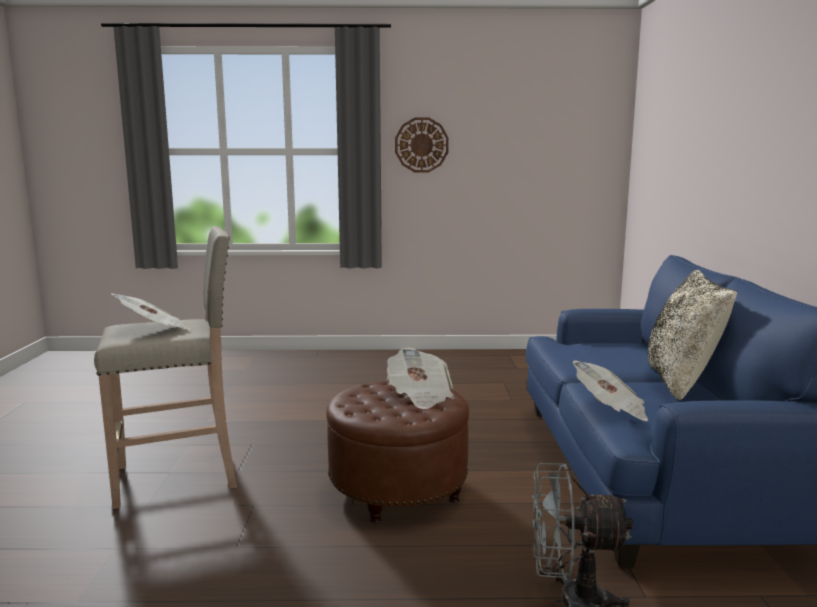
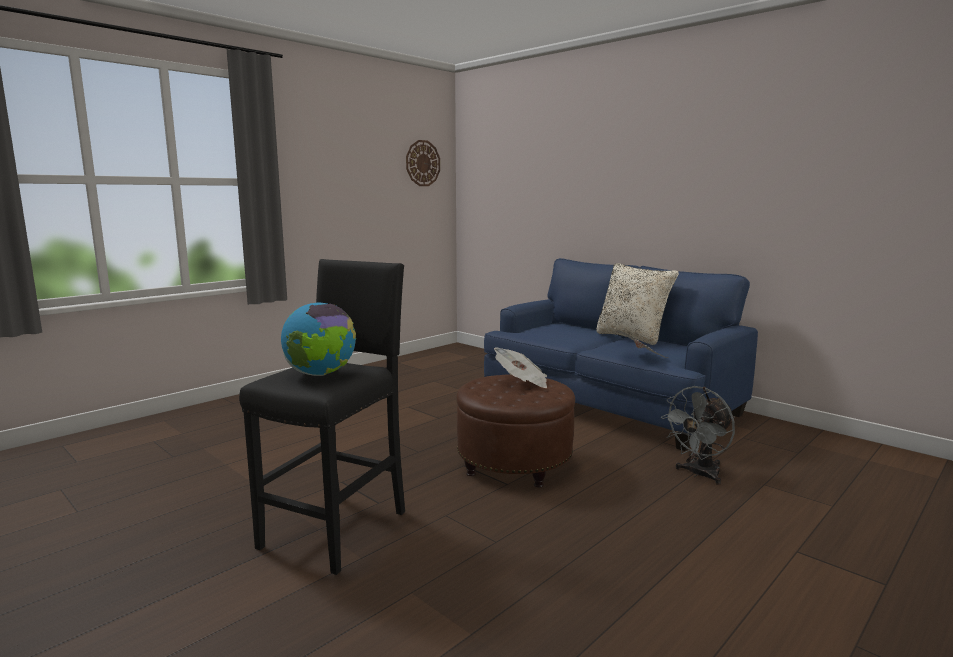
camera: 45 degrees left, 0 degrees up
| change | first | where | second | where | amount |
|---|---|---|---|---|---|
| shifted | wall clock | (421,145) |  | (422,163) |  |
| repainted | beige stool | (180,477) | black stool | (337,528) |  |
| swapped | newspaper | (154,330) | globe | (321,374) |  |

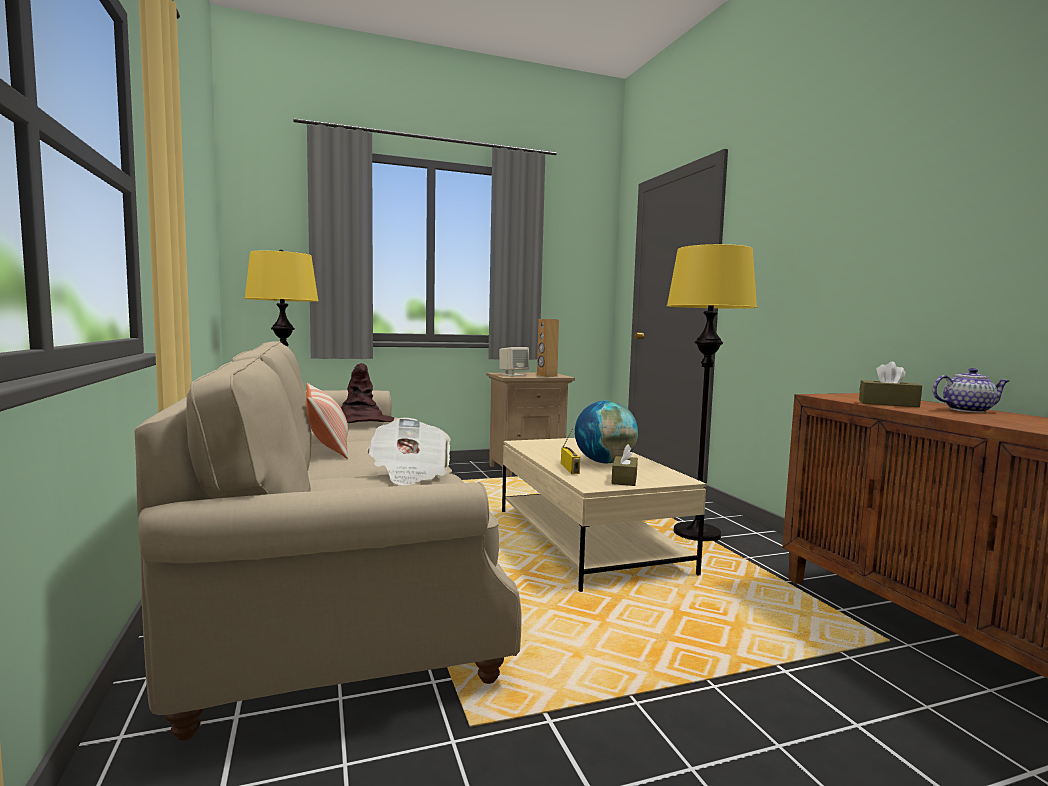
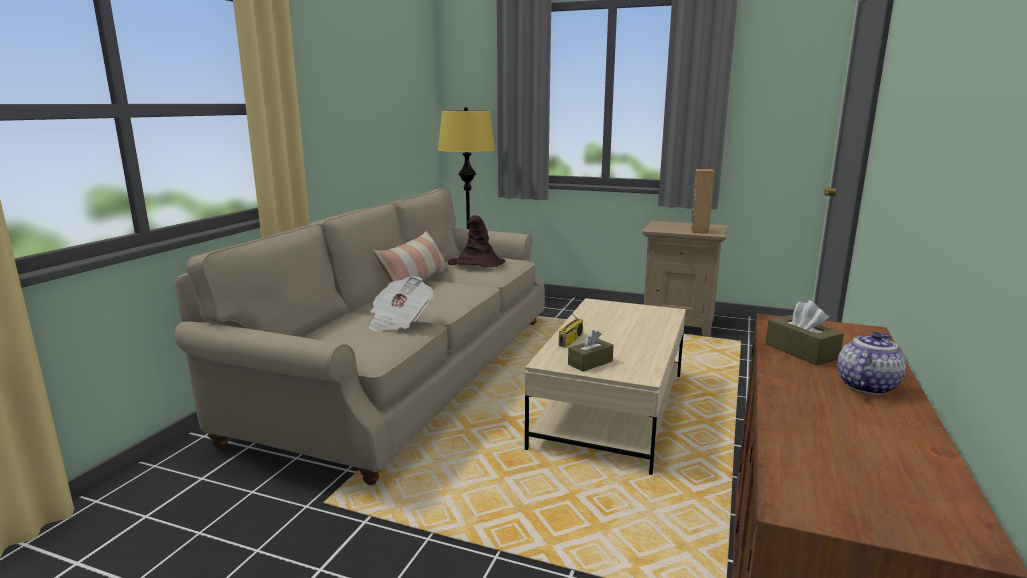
camera: 40 degrees right, 10 degrees up
| change | first | where | second | where | amount |
|---|---|---|---|---|---|
| gone | yellow floor lamp | (697,534) |  |  |  |
| gone | beige speaker | (513,375) |  |  |  |
| rotated | teapot | (968,410) |  | (866,385) | 90 degrees counterclockwise |
| gone | globe | (604,462) |  |  |  |

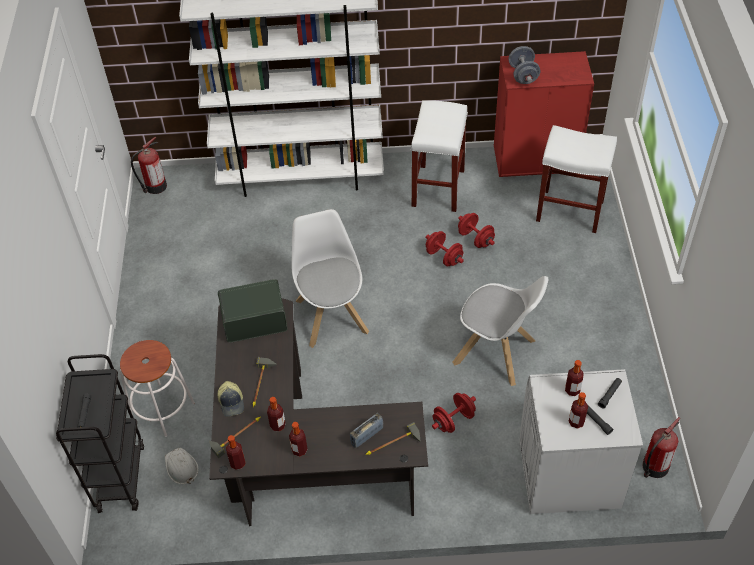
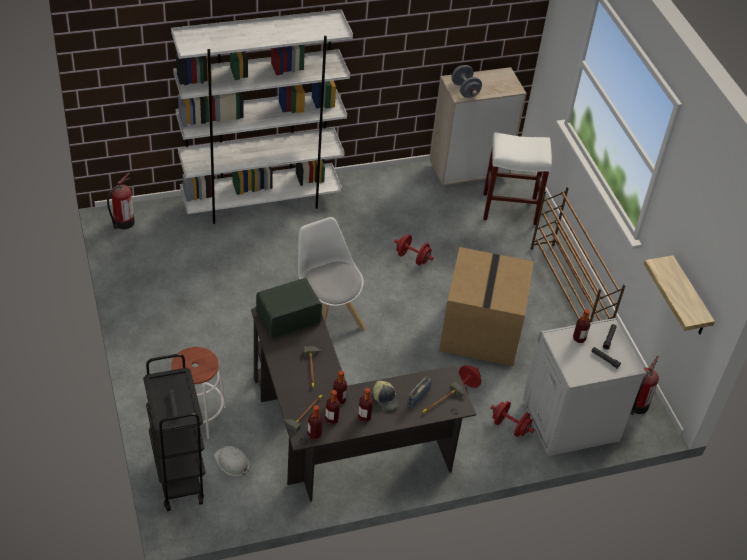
camera: 20 degrees left, 5 degrees down
| change | first | where | second | where | amount |
|---|---|---|---|---|---|
| repainted | red cabinet | (536,162) | beige cabinet | (469,171) |  |
| gone | white stool | (438,189) |  |  |  |
| shifted | red dumbbell | (475,238) |  | (510,426) |  |
| swapped | chair | (496,353) | cardboard box | (482,332) |  |
| shifted | cap | (232,402) |  | (386,399) |  |
| shifted | bottle | (576,422) |  | (331,419) |  |
| new |  |  | brown shoe rack | (567,294) |  |
| new |  |  | shelf | (689,298) |  |

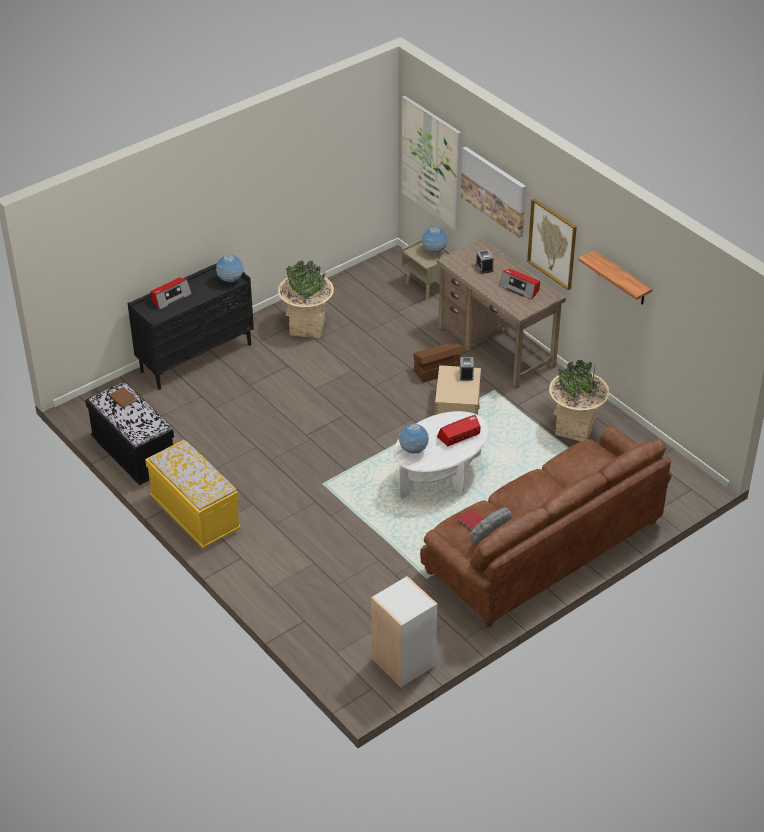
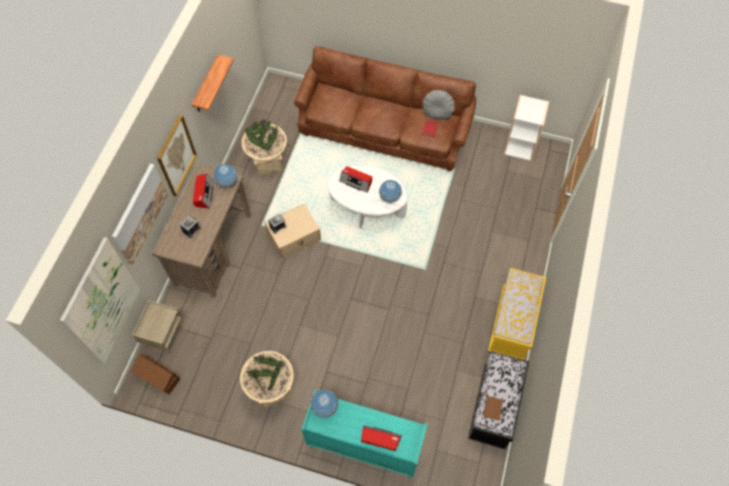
camera: 125 degrees left, 20 degrees up
| change | first | where | second | where | amount |
|---|---|---|---|---|---|
| shifted | globe | (434,251) |  | (227,183) |  |
| repainted | black cabinet | (196,358) | turquoise cabinet | (363,446) |  |
| shifted | brown storage box | (438,370) |  | (158,377) |  |

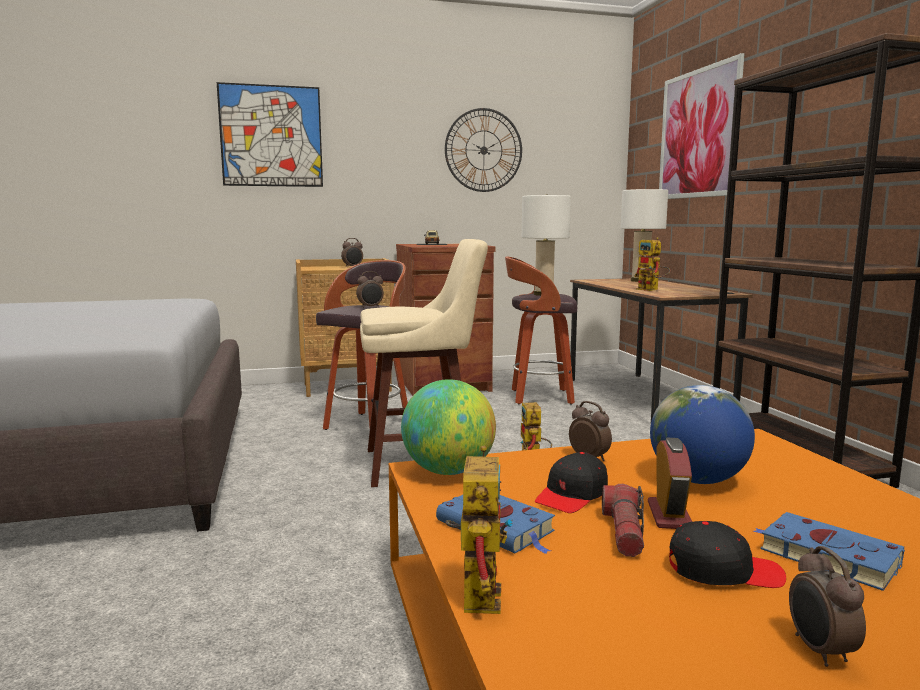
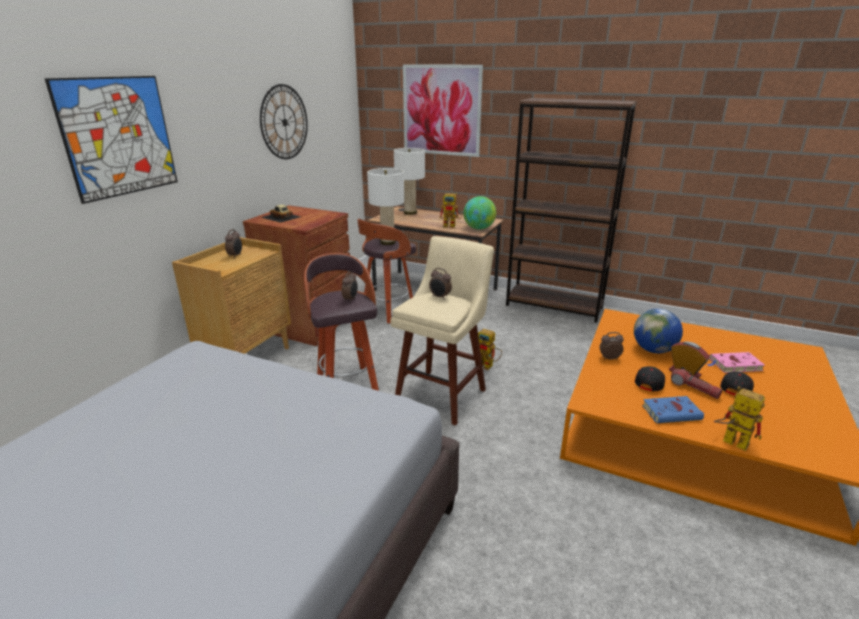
camera: 50 degrees left, 15 degrees up
| change | first | where | second | where | amount |
|---|---|---|---|---|---|
| shifted | globe | (448,471) |  | (479,228) |  |
| rotated | black cap | (572,495) |  | (650,382) | 135 degrees counterclockwise |
| repainted | blue book | (825,555) | pink book | (734,365) |  |
| shifted | alarm clock | (819,651) |  | (440,297) |  |

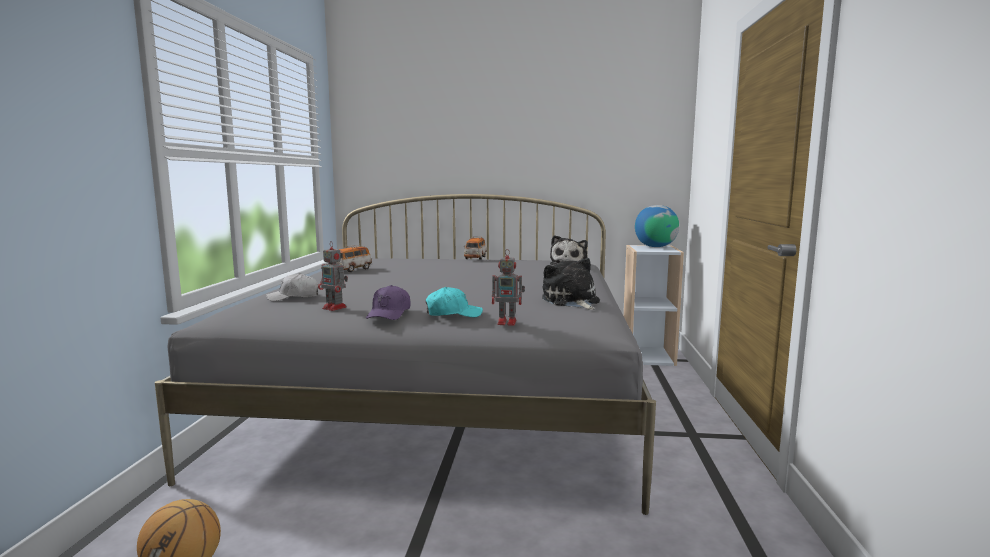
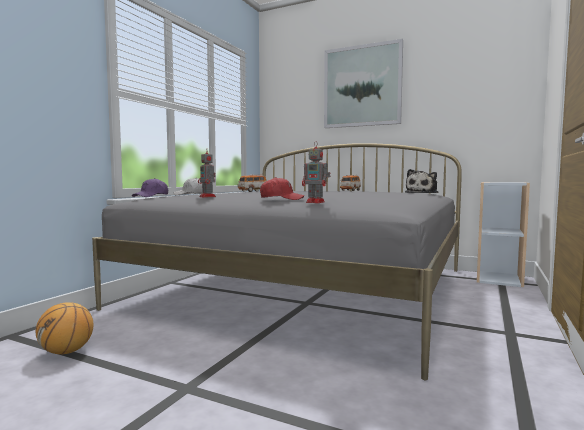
camera: 20 degrees right, 5 degrees down
| change | first | where | second | where | amount |
|---|---|---|---|---|---|
| gone | globe | (655,247) |  |  |  |
| gone | plush toy | (571,301) |  |  |  |
| shifted | purple cap | (389,314) |  | (151,196) |  |
| repainted | turquoise cap | (453,314) | red cap | (281,199) |  |
| new |  |  | picture | (362,86) |  |

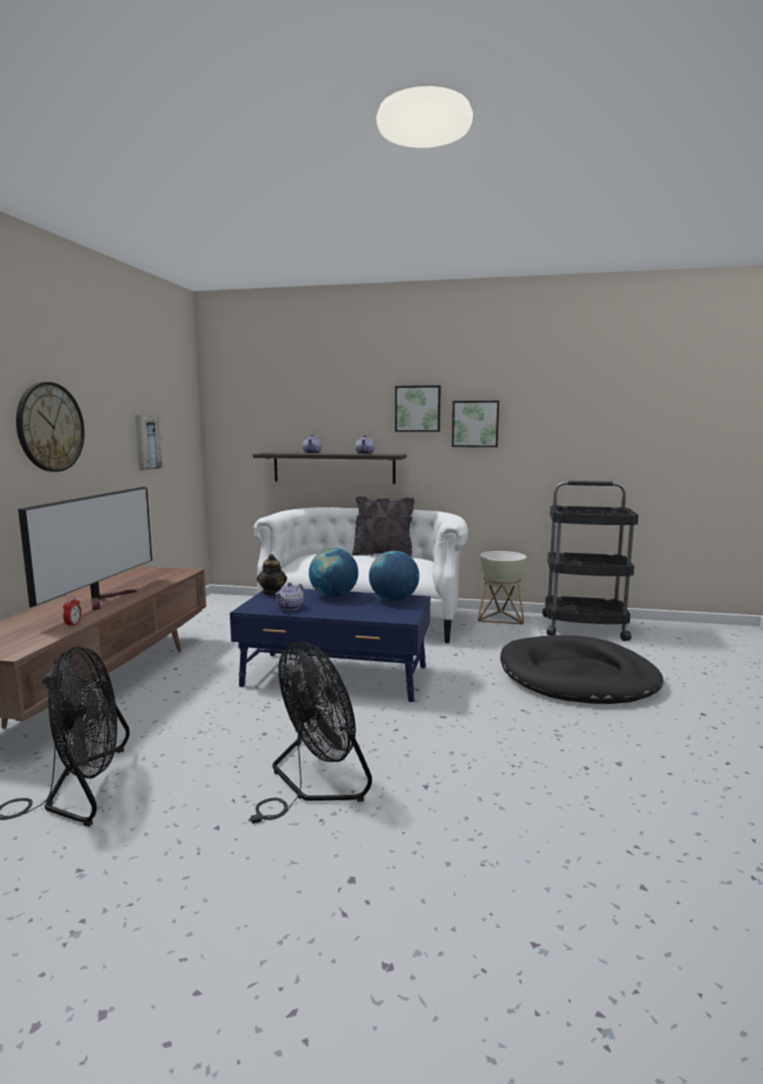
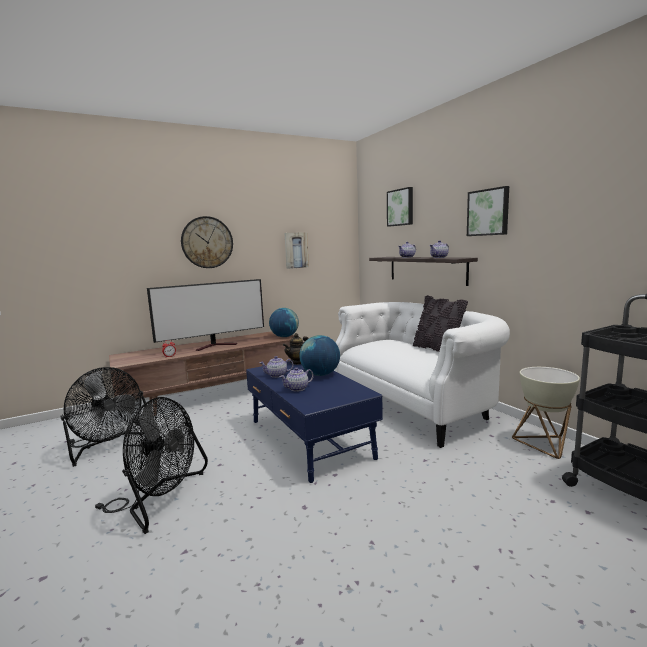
camera: 50 degrees right, 0 degrees up
| change | first | where | second | where | amount |
|---|---|---|---|---|---|
| shifted | picture | (475,424) |  | (401,207) |  |
| shifted | globe | (393,600) |  | (284,336) |  |
| gone | black dog bed | (577,676) |  |  |  |
| new |  |  | teapot | (297,388) |  |

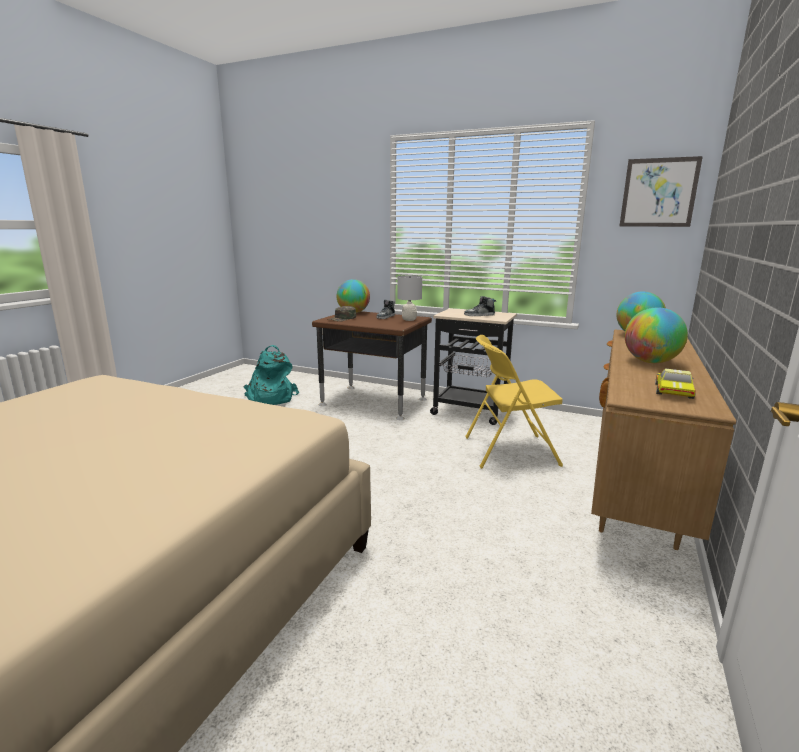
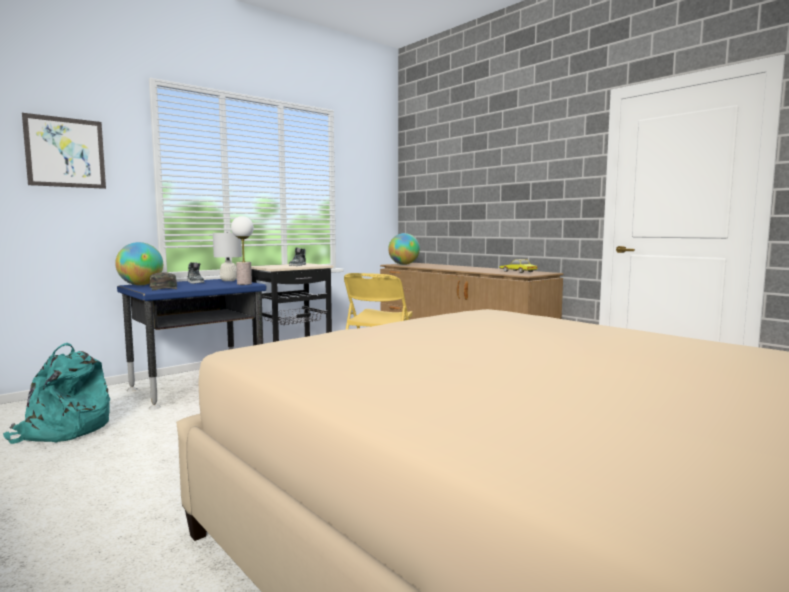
camera: 65 degrees left, 10 degrees down
| change | first | where | second | where | amount |
|---|---|---|---|---|---|
| shifted | picture | (659,193) |  | (65,152) |  |
| gone | globe | (650,362) |  |  |  |
| repainted | brown desk | (374,401) | blue desk | (197,387) |  |
| new |  |  | table lamp | (244,284) |  |

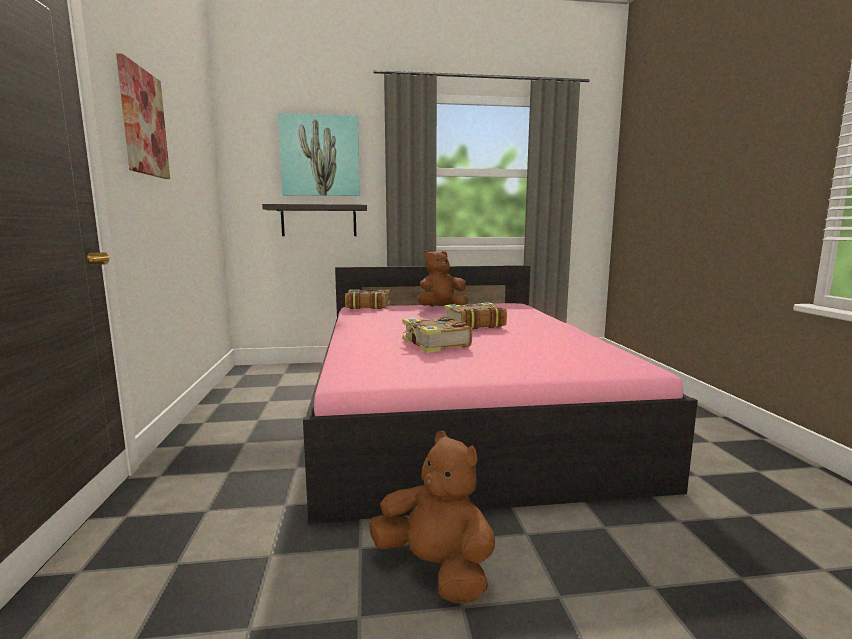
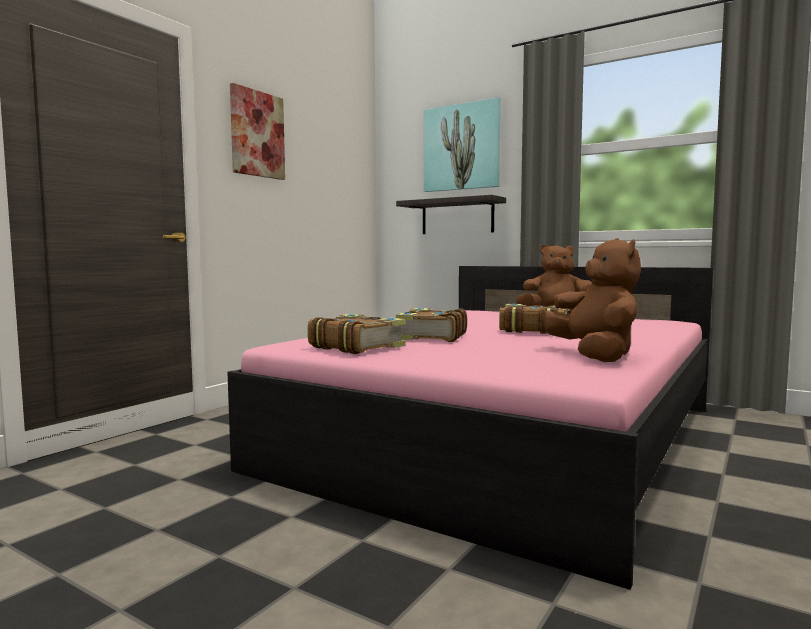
camera: 40 degrees right, 5 degrees down
| change | first | where | second | where | amount |
|---|---|---|---|---|---|
| shifted | book | (367,306) |  | (356,346) |  |
| shifted | brown plush toy | (436,568) |  | (594,356) |  |

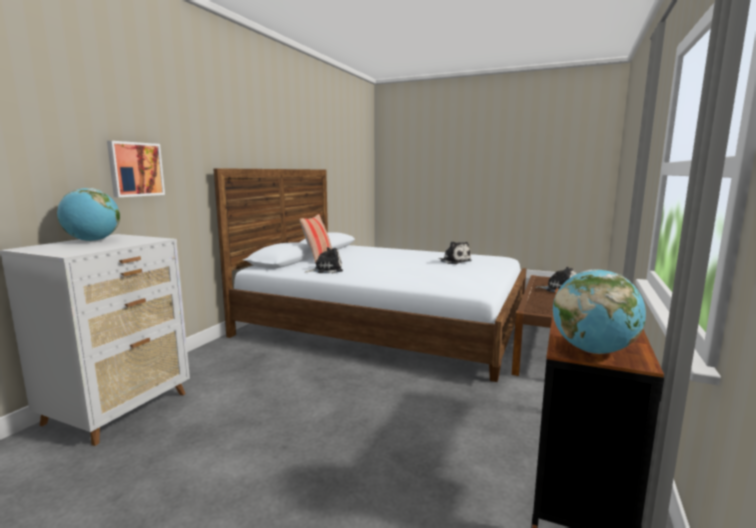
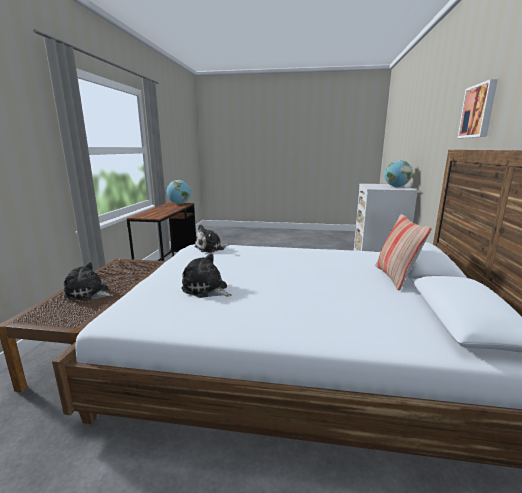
camera: 165 degrees right, 5 degrees up
| change | first | where | second | where | amount |
|---|---|---|---|---|---|
| shifted | picture | (135,169) |  | (479,111) |  |
| shifted | plush toy | (326,270) |  | (211,248) |  |

